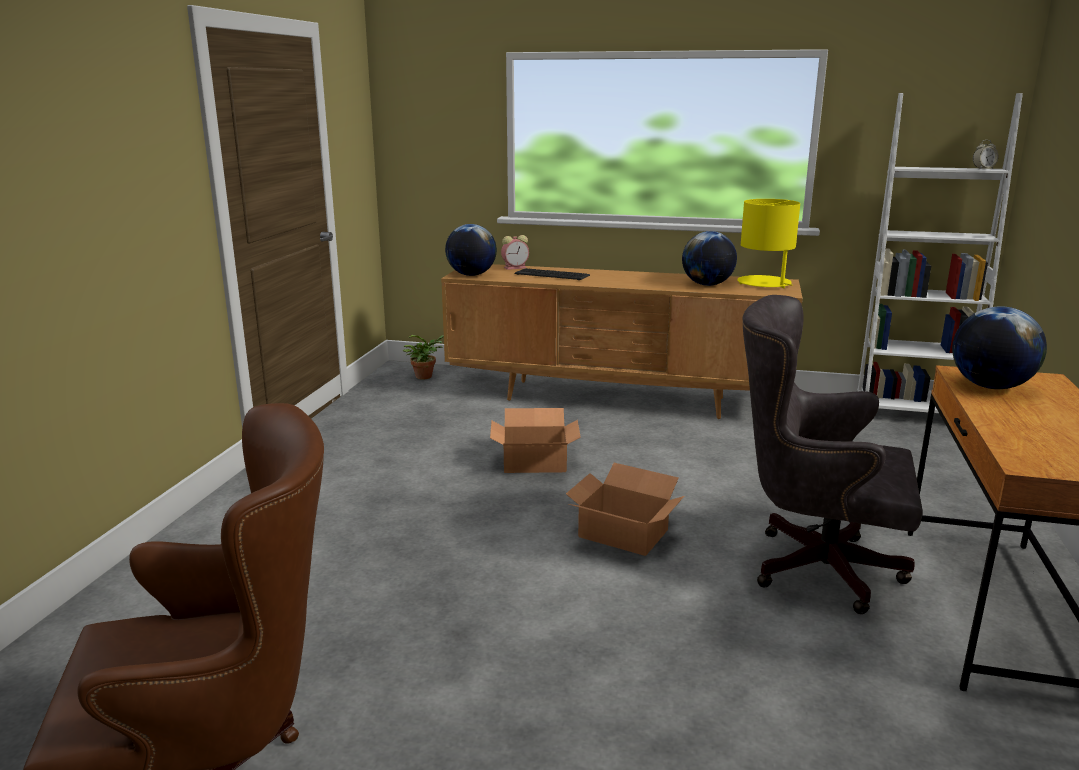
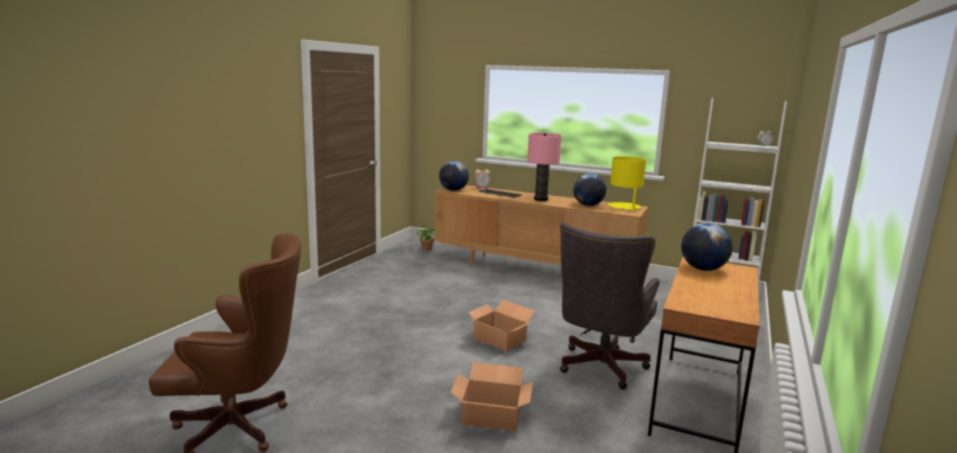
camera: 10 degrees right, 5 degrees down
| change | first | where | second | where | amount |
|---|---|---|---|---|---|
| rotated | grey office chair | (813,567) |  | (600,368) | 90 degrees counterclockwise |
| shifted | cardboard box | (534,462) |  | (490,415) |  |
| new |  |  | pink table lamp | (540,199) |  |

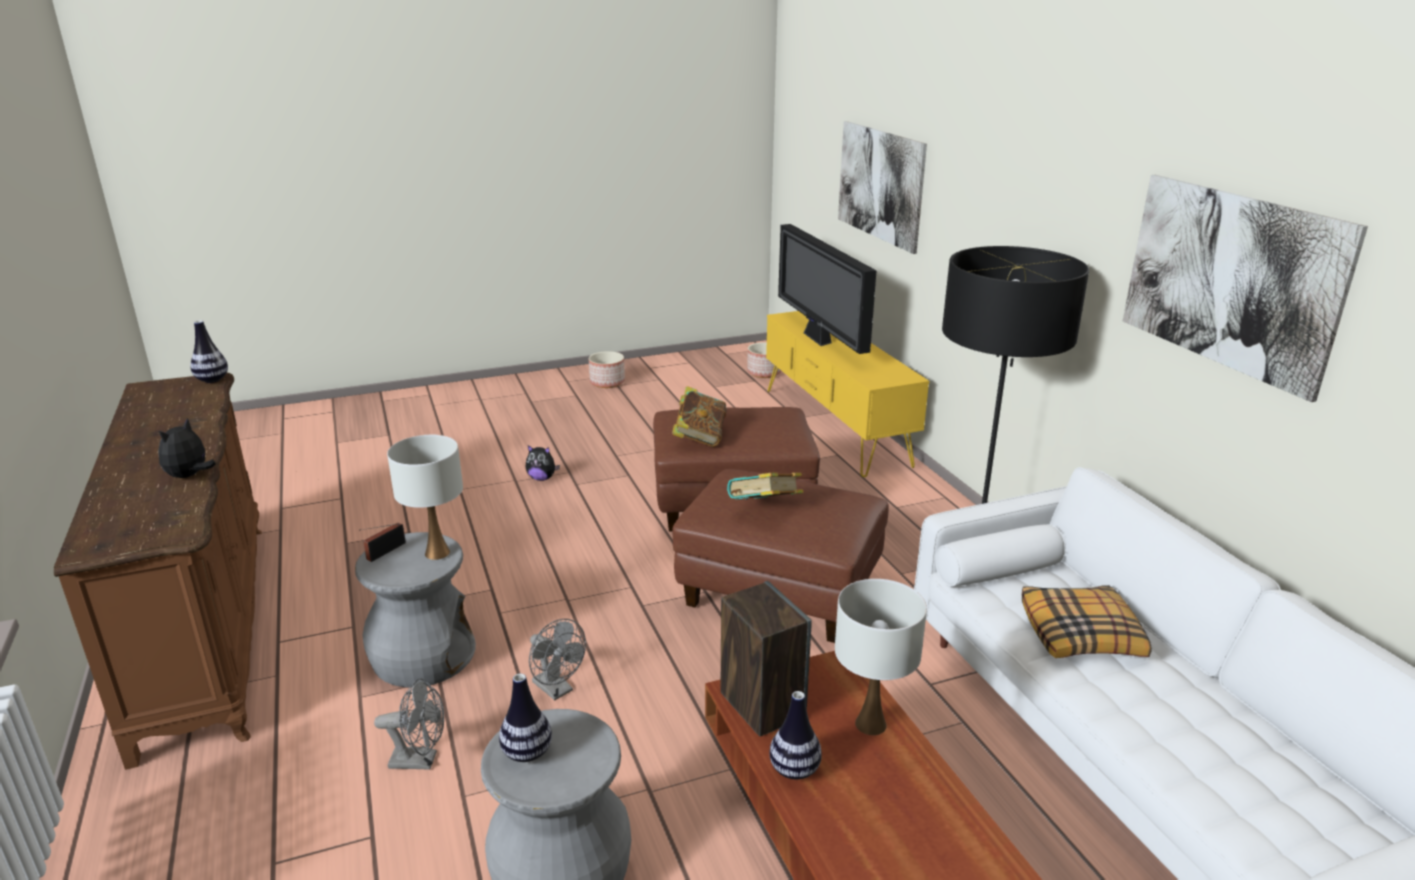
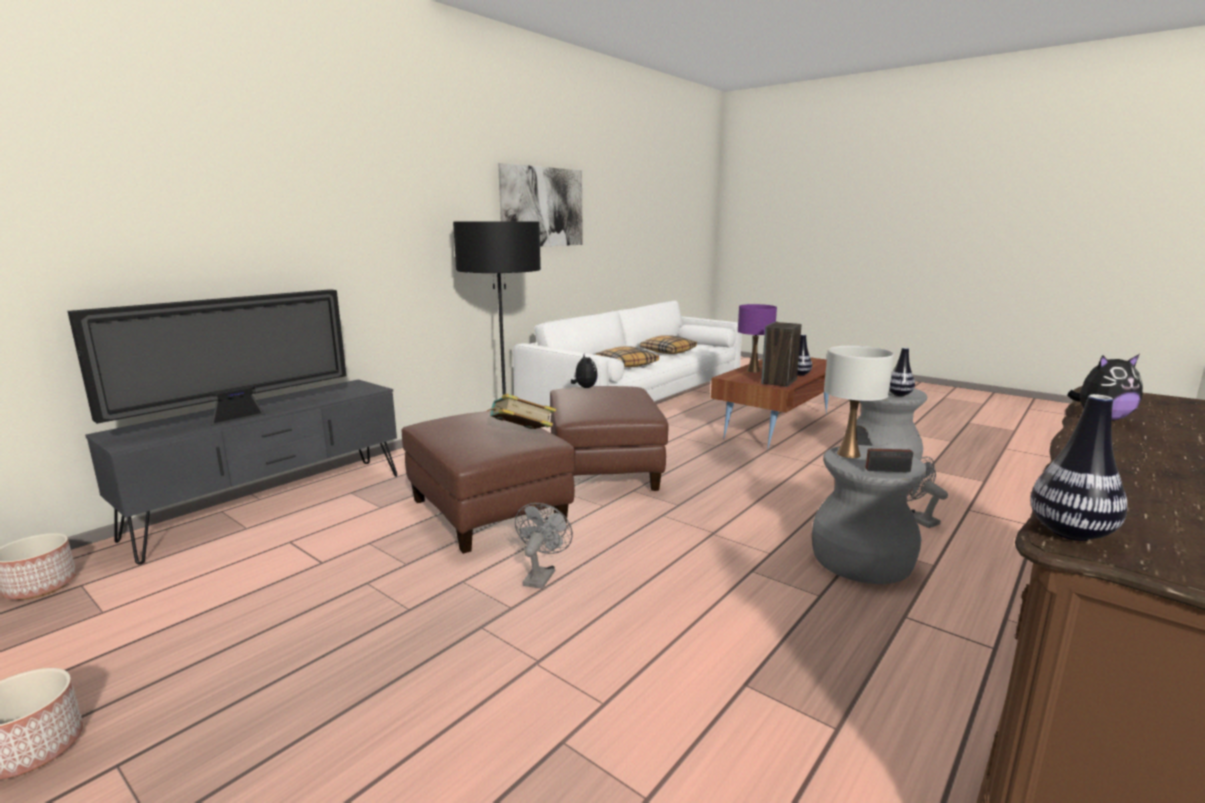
camera: 120 degrees left, 10 degrees down
| change | first | where | second | where | amount |
|---|---|---|---|---|---|
| gone | picture | (880,184) |  |  |  |
| repainted | yellow tv stand | (835,427) | grey tv stand | (274,505) |  |
| shifted | plush toy | (542,478) |  | (584,387) |  |
| gone | book | (764,510) |  |  |  |
| repainted | white table lamp | (870,724) | purple table lamp | (753,370) |  |
| shifted | grey fan | (557,690) |  | (541,575) |  |
| new |  |  | pillow | (667,351) |  |

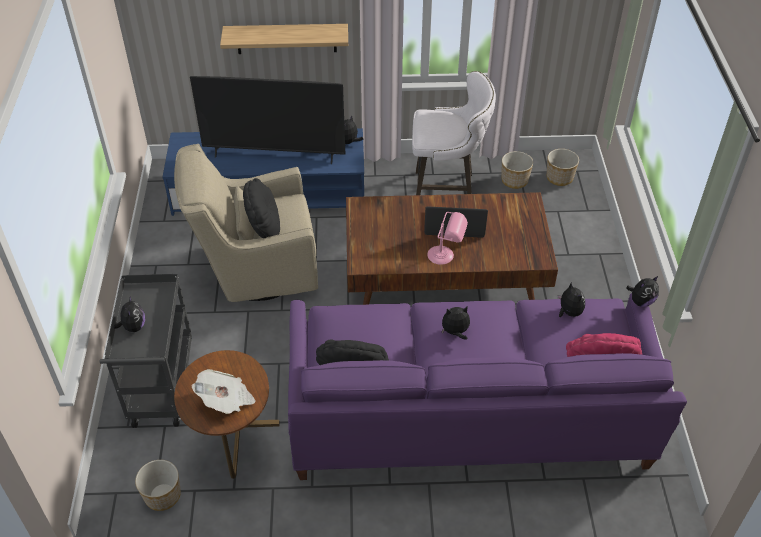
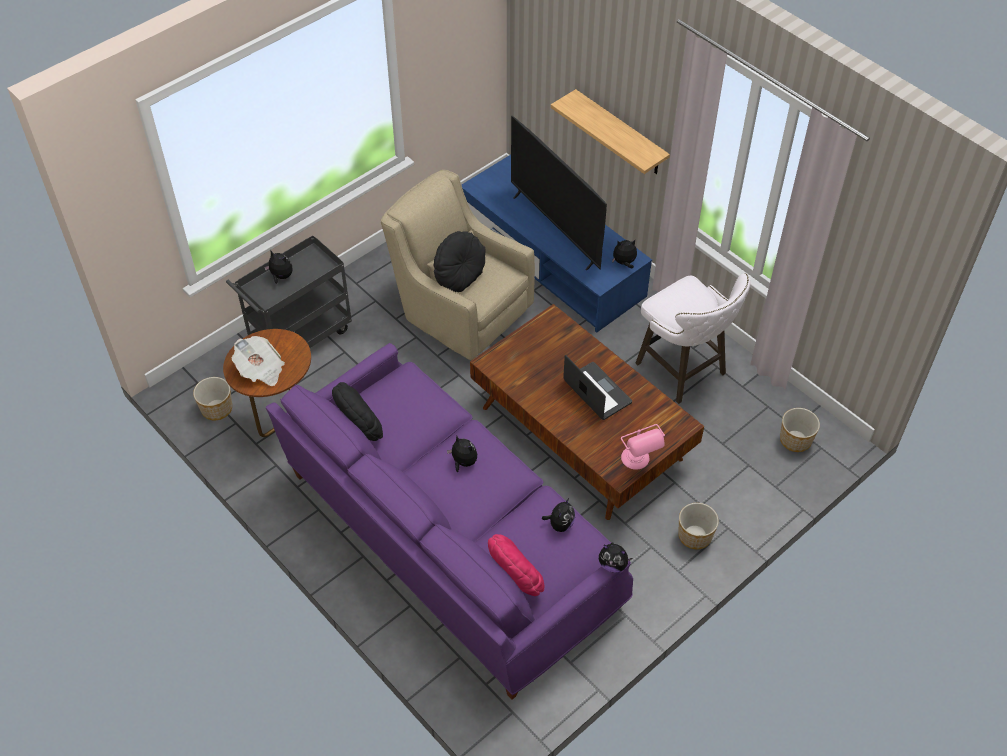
camera: 50 degrees right, 5 degrees up
| change | first | where | second | where | amount |
|---|---|---|---|---|---|
| shifted | planter | (515,180) |  | (695,536) |  |
| shifted | pink table lamp | (446,255) |  | (638,462) |  |
| rotated | plush toy | (133,327) |  | (281,276) | 105 degrees counterclockwise |

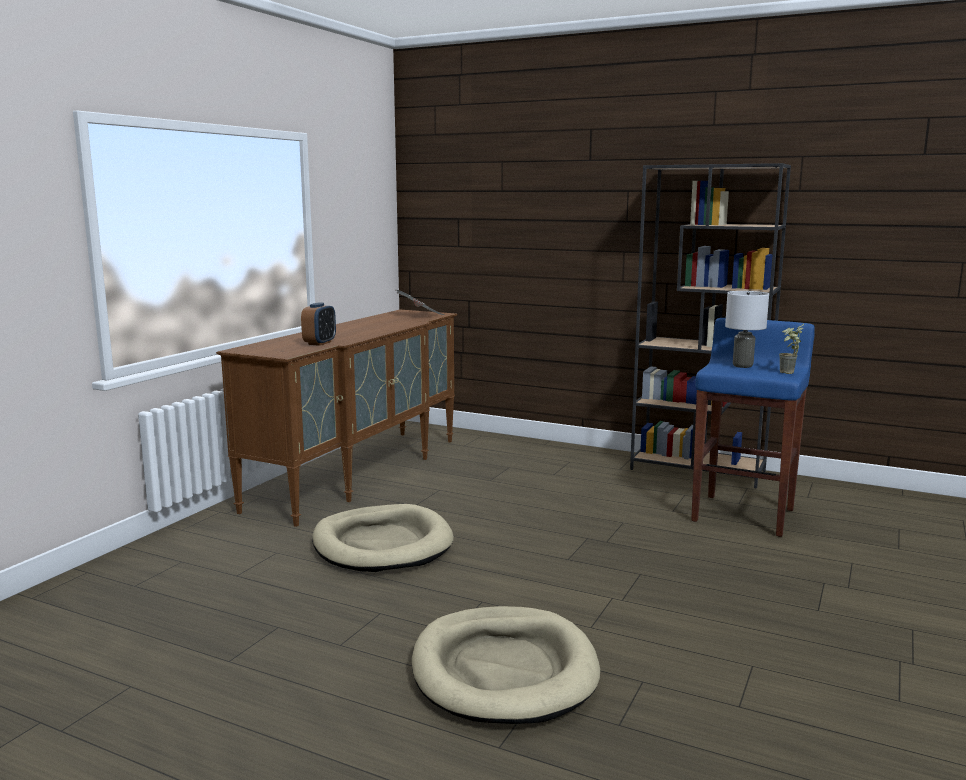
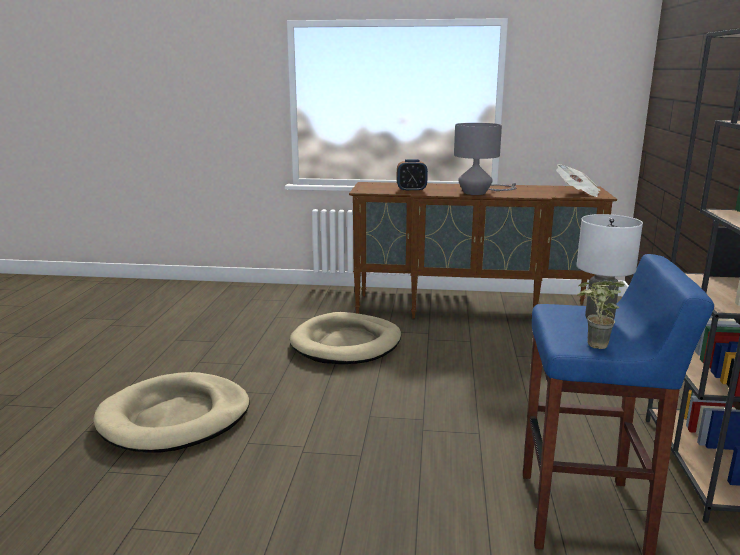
camera: 70 degrees right, 5 degrees up
| change | first | where | second | where | amount |
|---|---|---|---|---|---|
| new |  |  | grey table lamp | (484,191) |  |

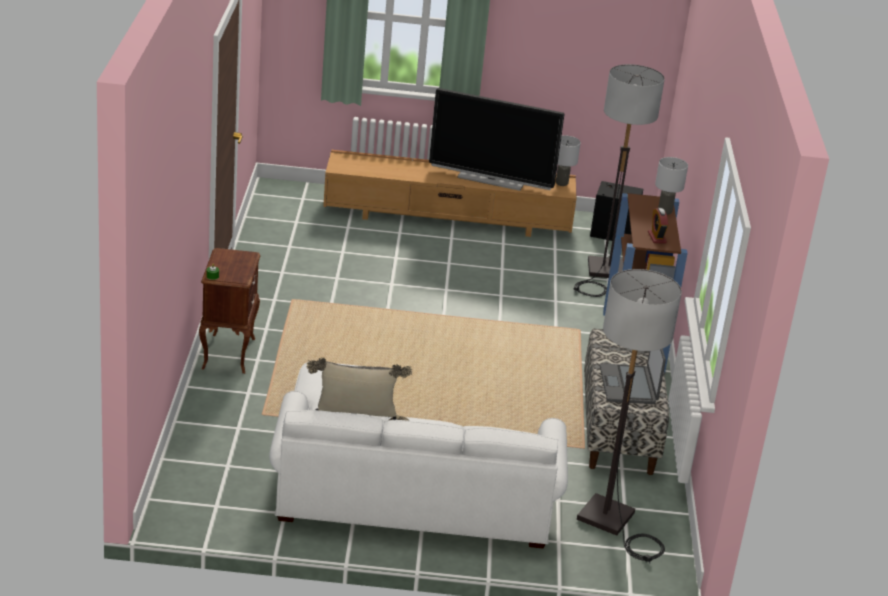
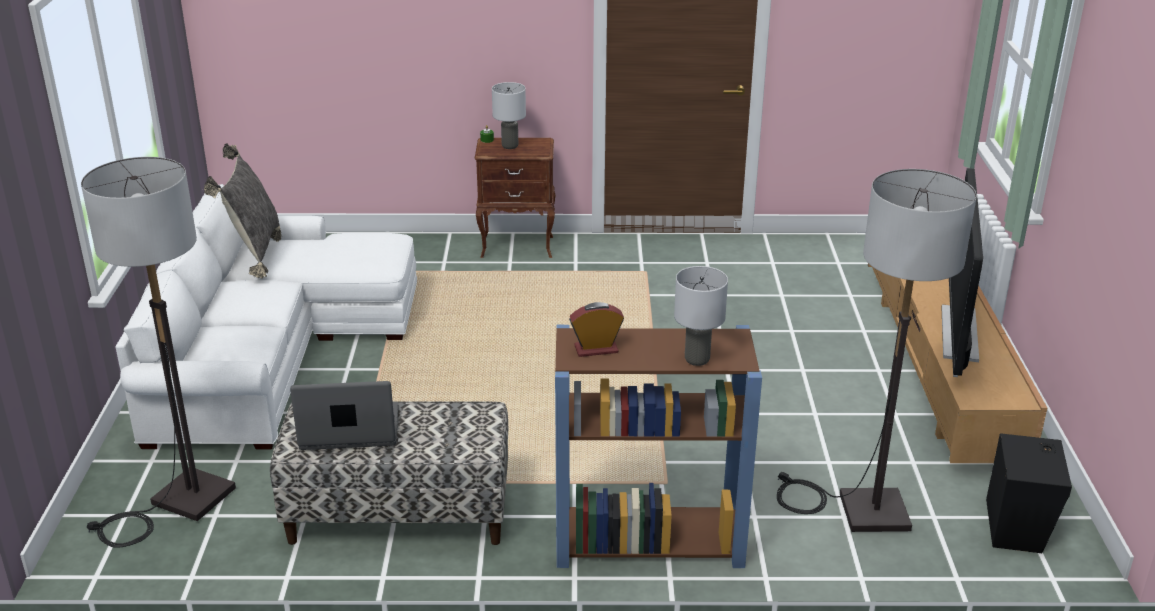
camera: 90 degrees right, 0 degrees up
| change | first | where | second | where | amount |
|---|---|---|---|---|---|
| shifted | white table lamp | (562,184) |  | (509,147) |  |

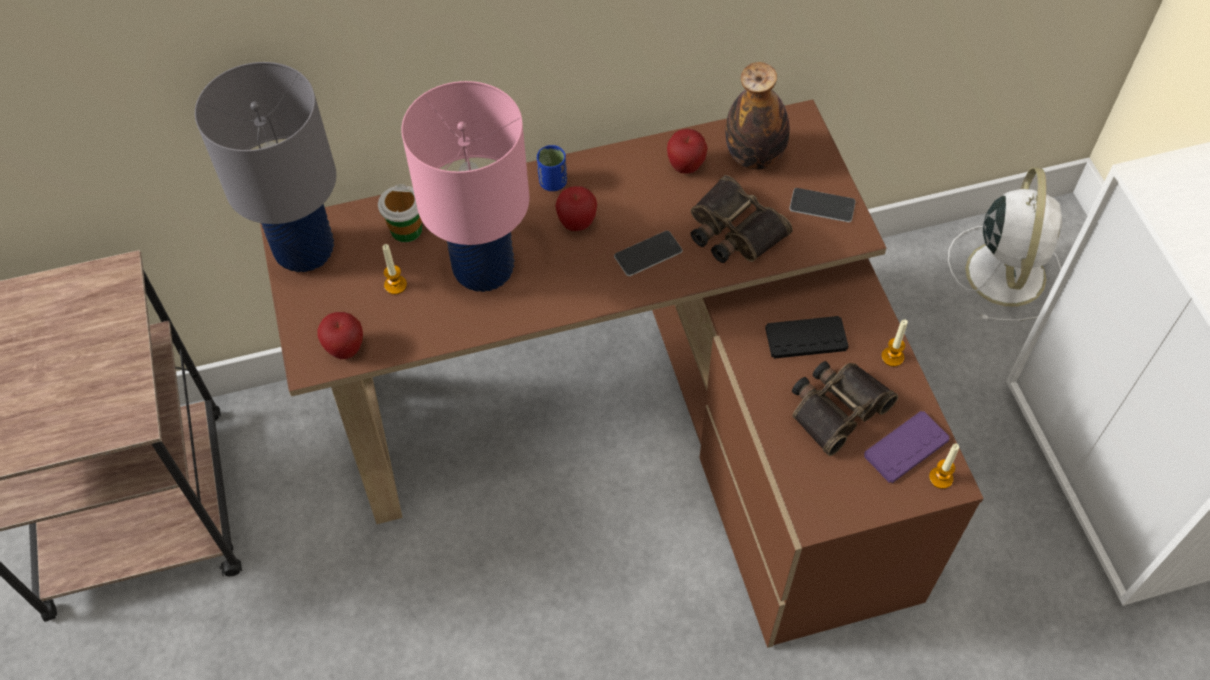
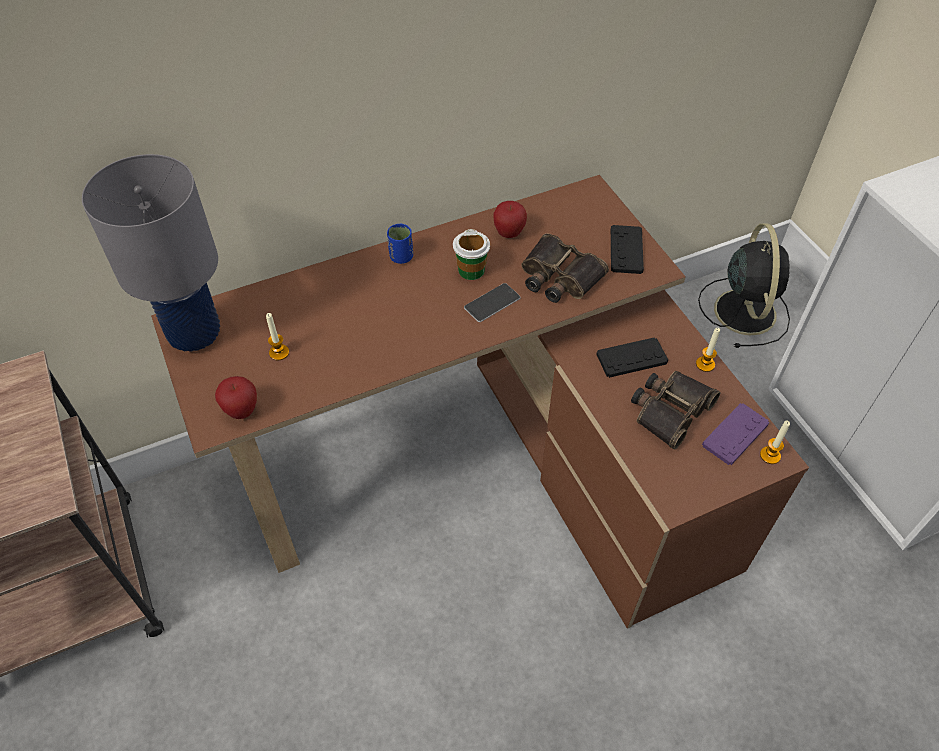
camera: 10 degrees left, 5 degrees down
| change | first | where | second | where | amount |
|---|---|---|---|---|---|
| gone | bottle | (754,156) |  |  |  |
| gone | pink table lamp | (485,272) |  |  |  |
| repainted | white fan | (1005,271) | black fan | (744,310) |  |
| shifted | cup | (406,230) |  | (471,270) |  |
| gone | apple | (577,223) |  |  |  |
| swapped | phone | (822,205) | black game controller | (626,250) |  |

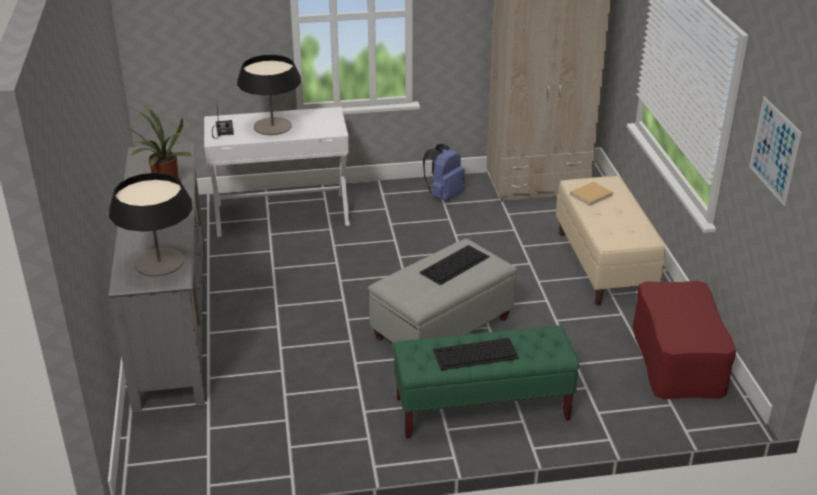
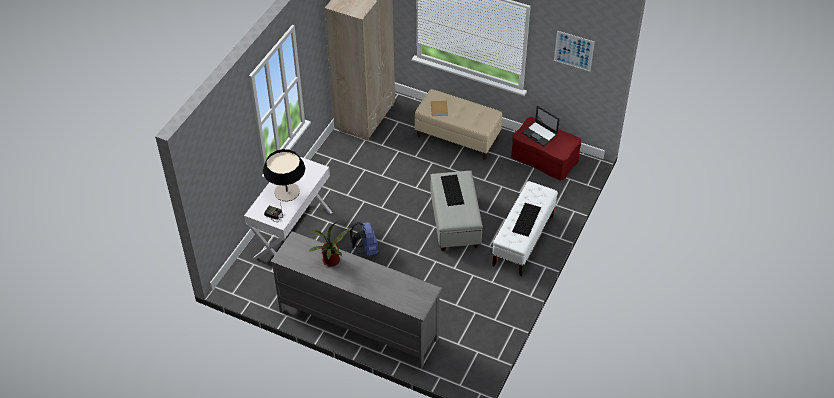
camera: 55 degrees left, 15 degrees up
| change | first | where | second | where | amount |
|---|---|---|---|---|---|
| shifted | blue backpack | (444,195) |  | (366,249) |  |
| gone | table lamp | (159,262) |  |  |  |
| repainted | green bench | (481,409) | white bench | (523,241) |  |
| new |  |  | laptop | (540,134) |  |

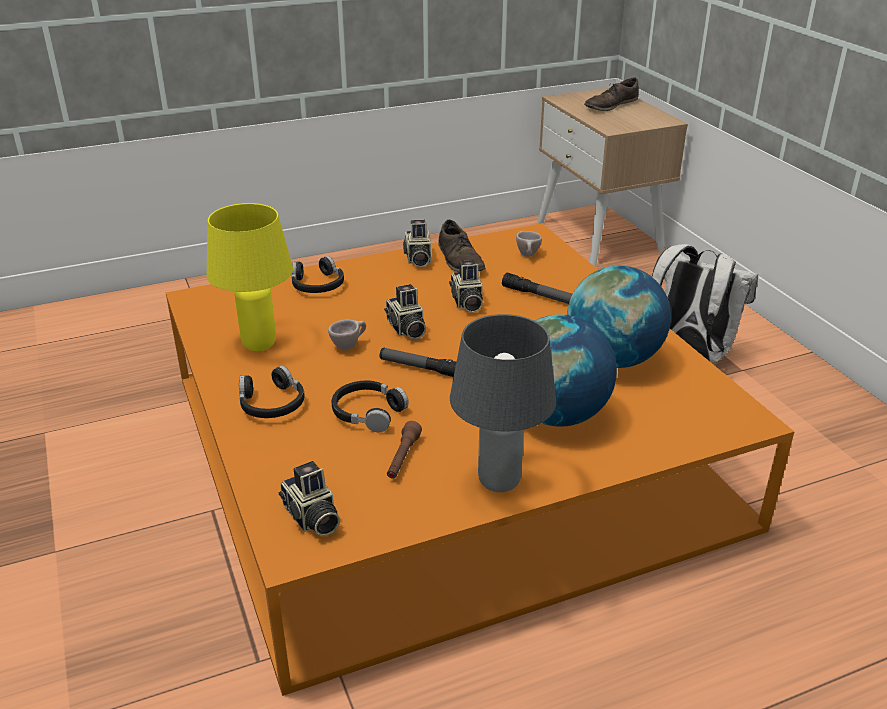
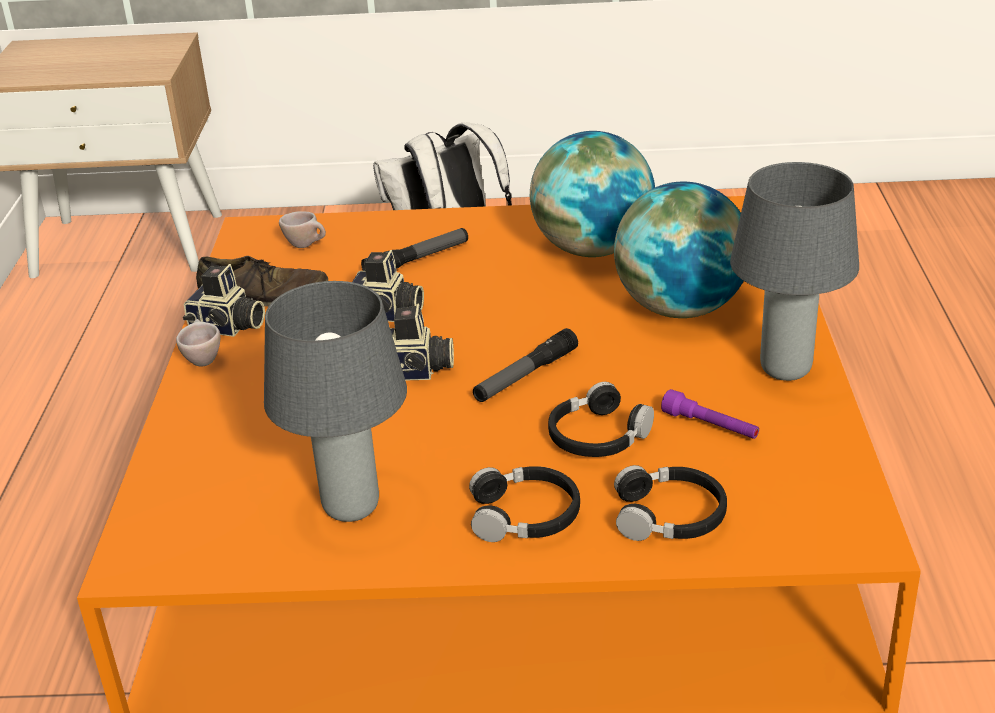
camera: 65 degrees left, 0 degrees up
| change | first | where | second | where | amount |
|---|---|---|---|---|---|
| gone | brown shoe | (611,105) |  |  |  |
| repainted | yellow table lamp | (258,344) | grey table lamp | (349,508) |  |
| shifted | black headphones | (317,285) |  | (670,516) |  |
| shifted | beige cup | (349,346) |  | (202,359) |  |
| repainted | brown flashlight | (403,458) | purple flashlight | (710,426) |  |
| gone | photo camera | (311,518) |  |  |  |

